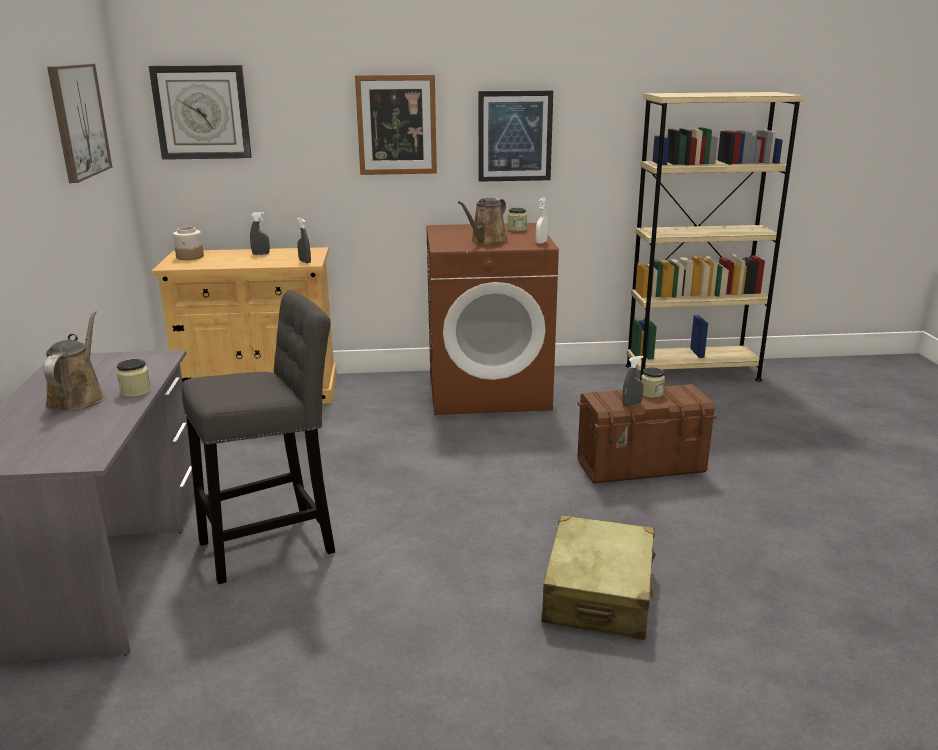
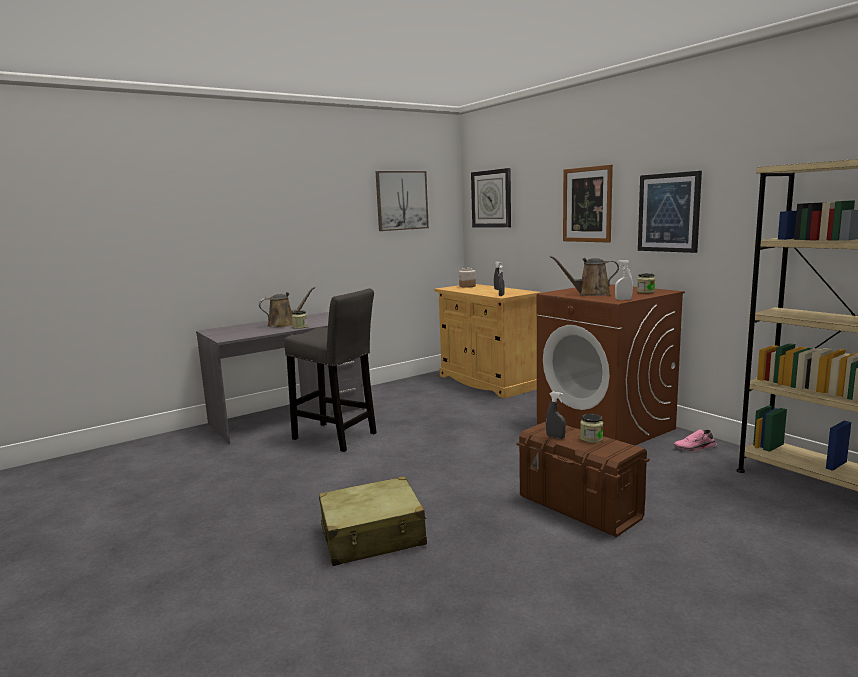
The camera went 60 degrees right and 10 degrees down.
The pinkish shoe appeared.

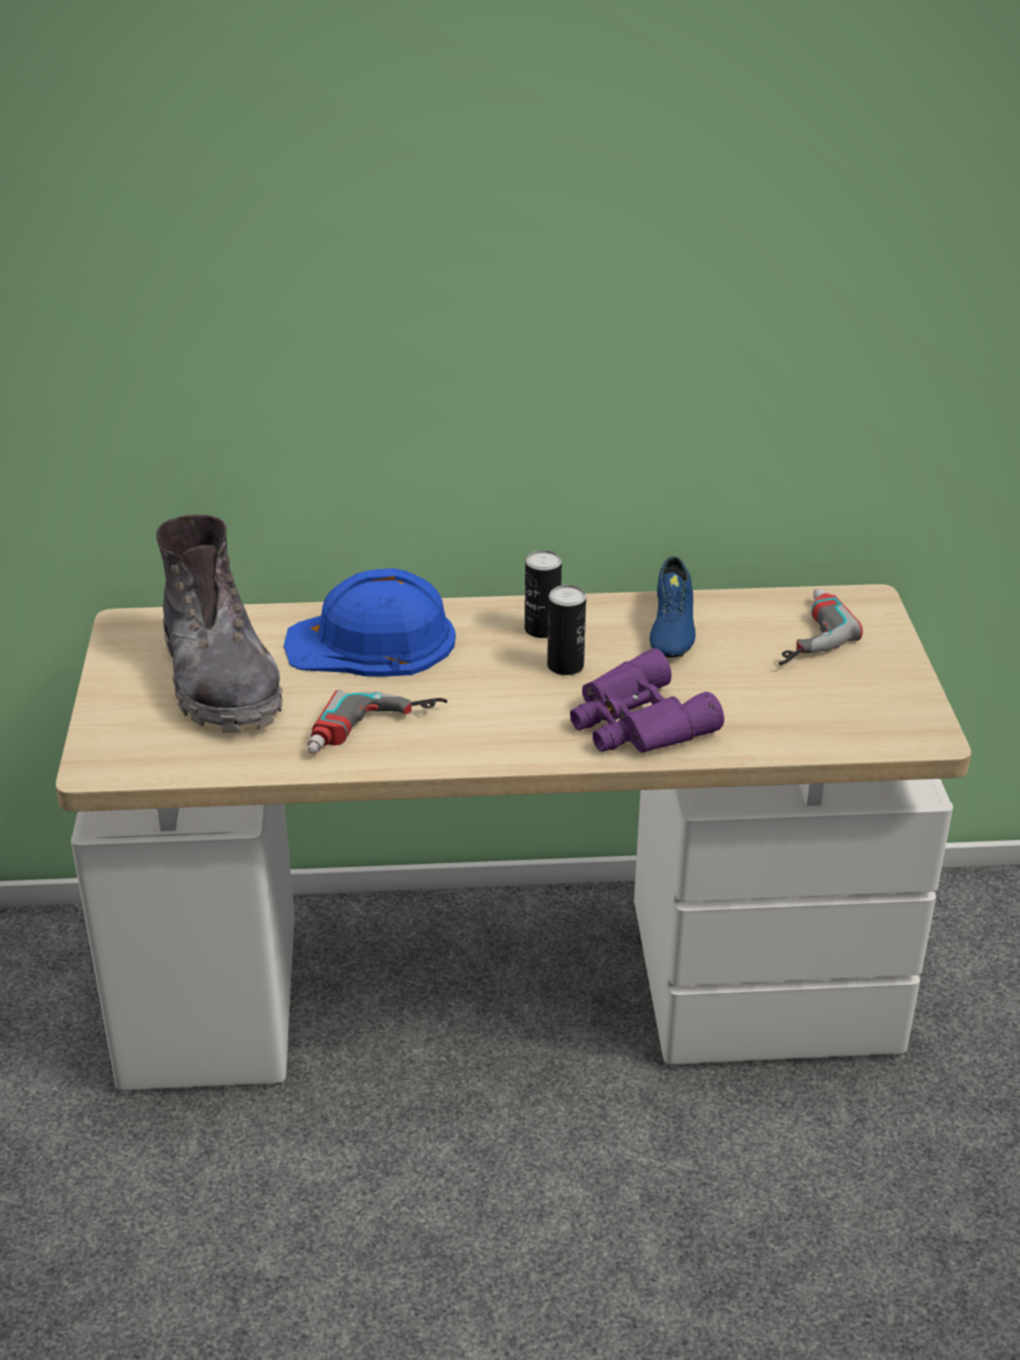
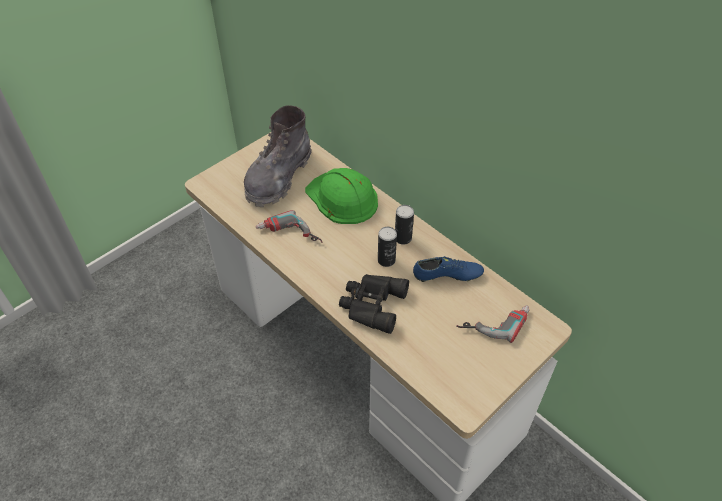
The camera went 50 degrees right and 15 degrees up.
The bluish work helmet became the green-coloured work helmet.
The purplish pair of binoculars became the blackish pair of binoculars.
The bluish shoe turned 150 degrees counterclockwise.

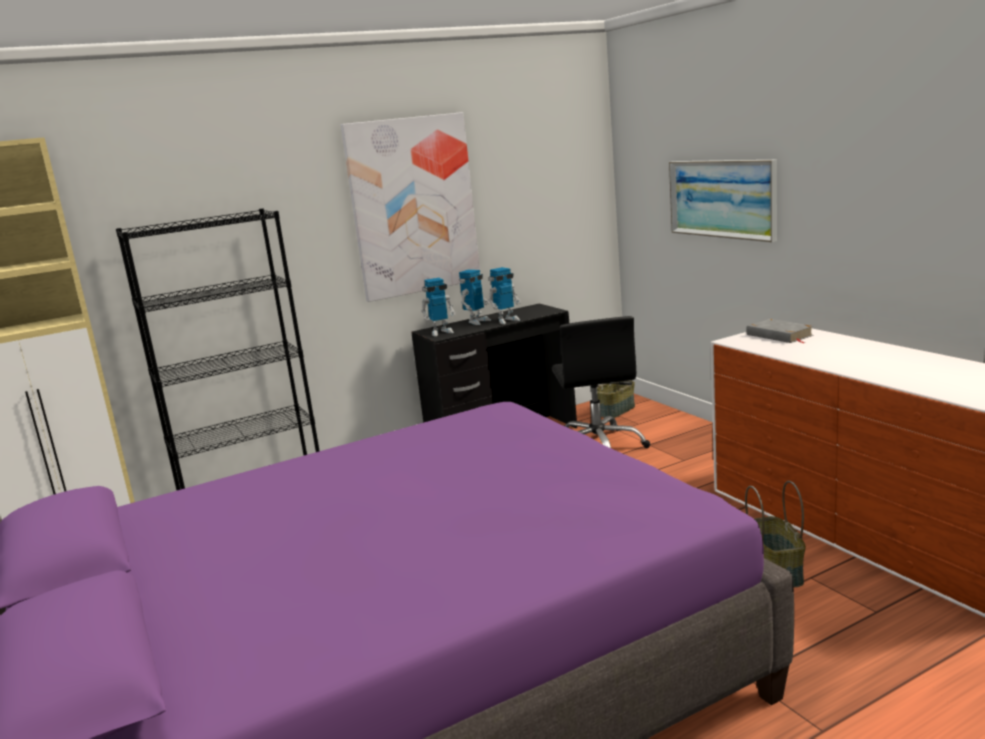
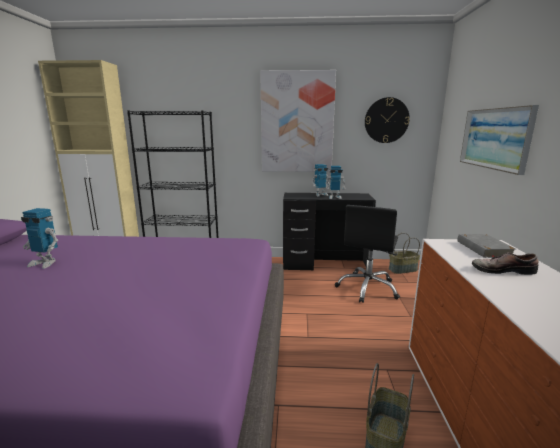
The camera went 30 degrees right and 0 degrees up.
The toy robot (1st from left) moved.
The clock on the wall appeared.
The shoe appeared.

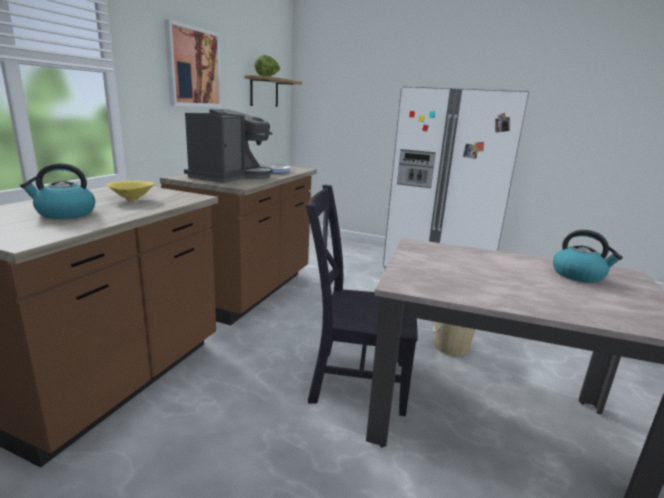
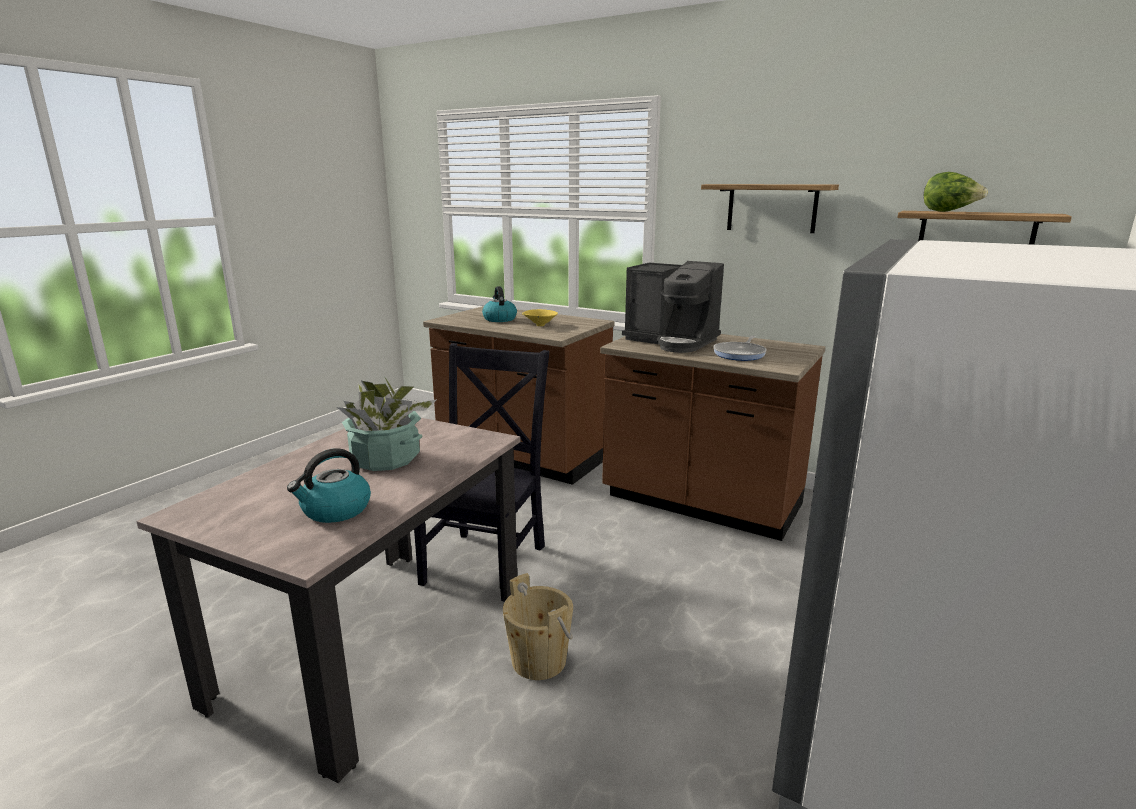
The camera went 100 degrees right and 0 degrees up.
The picture was replaced by the shelf (1st from left).
The potted plant appeared.

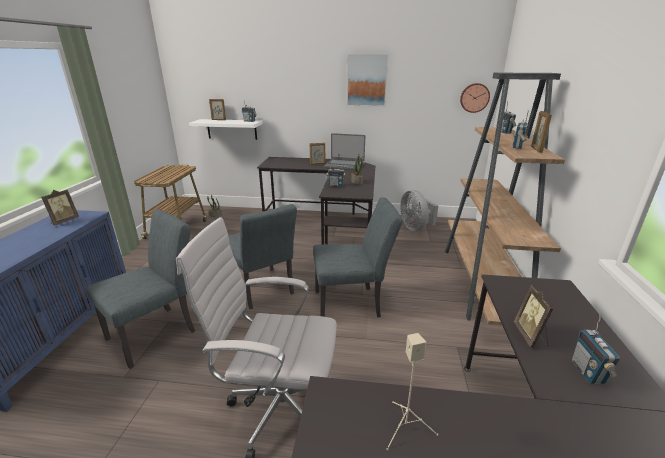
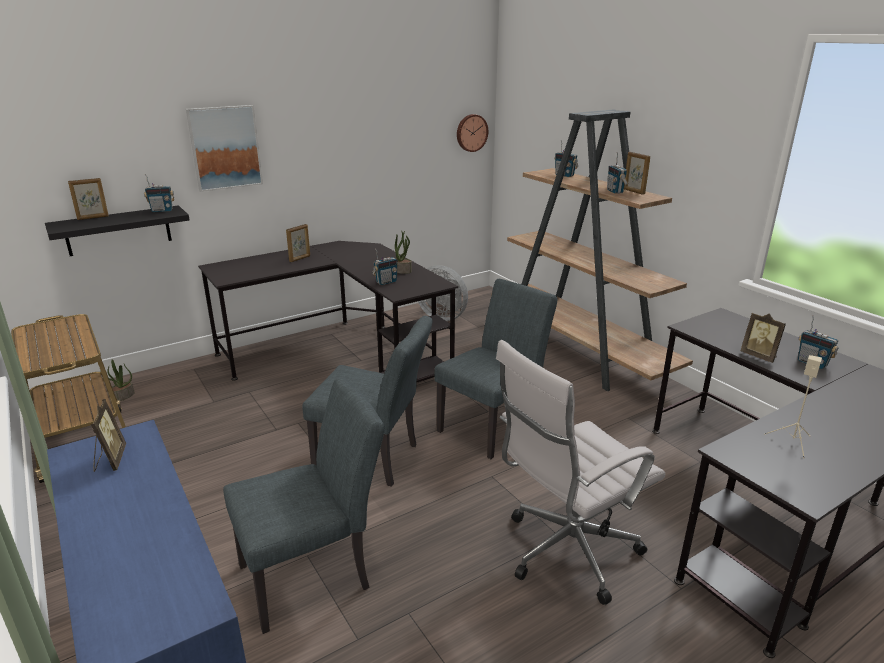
The camera went 40 degrees left and 0 degrees up.
The gray upright chair (1st from left) turned 60 degrees clockwise.
The white-coloured shelf became the blackish shelf.
The notebook computer disappeared.
The picture moved.

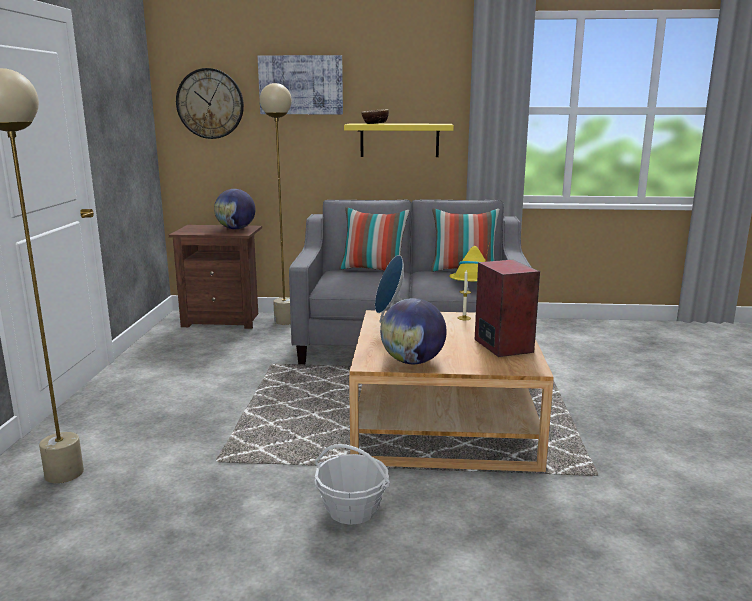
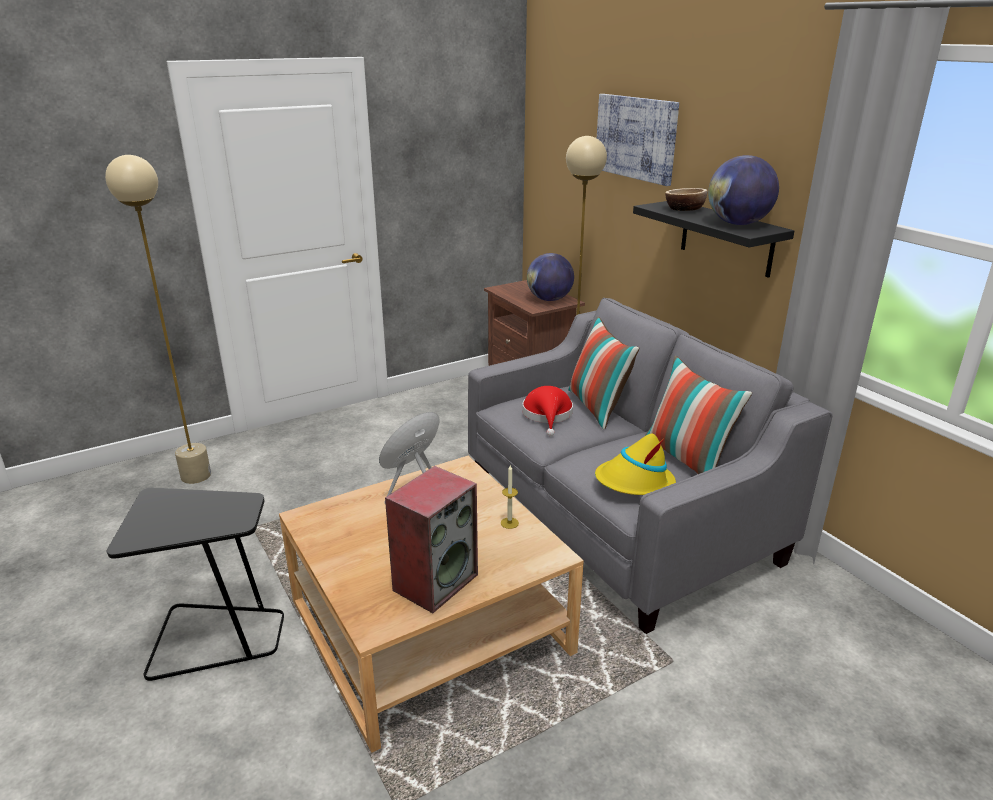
The camera went 55 degrees right and 10 degrees up.
The clock on the wall disappeared.
The household basket was replaced by the blackish accent table.
The yellowish shelf became the blackish shelf.
The globe (2nd from left) moved.
The red wearable hat appeared.

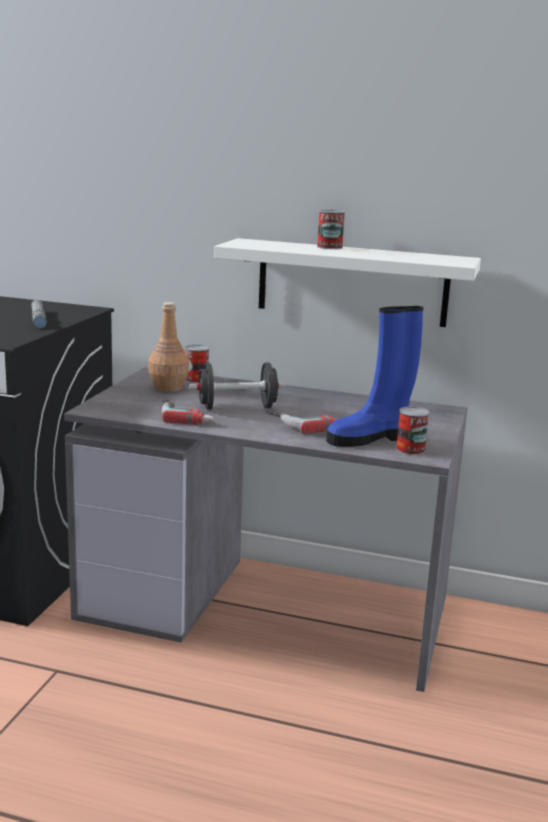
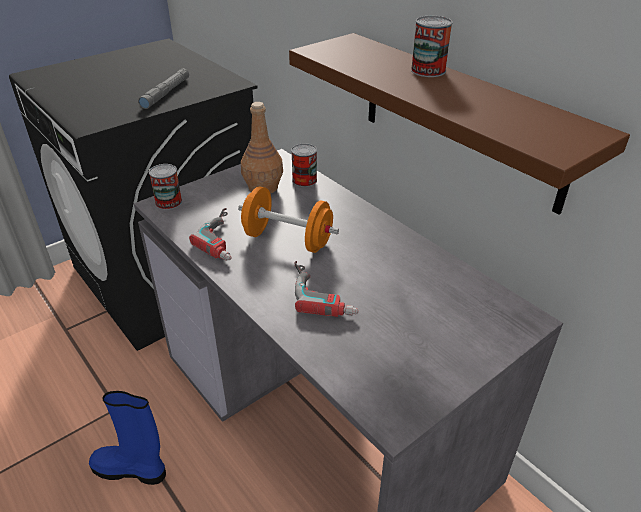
The camera went 35 degrees right and 20 degrees up.
The blackish hand weight became the orange hand weight.
The white-coloured shelf became the brown-coloured shelf.
The bluish boot moved.
The sealed can (3rd from left in the first image) moved.

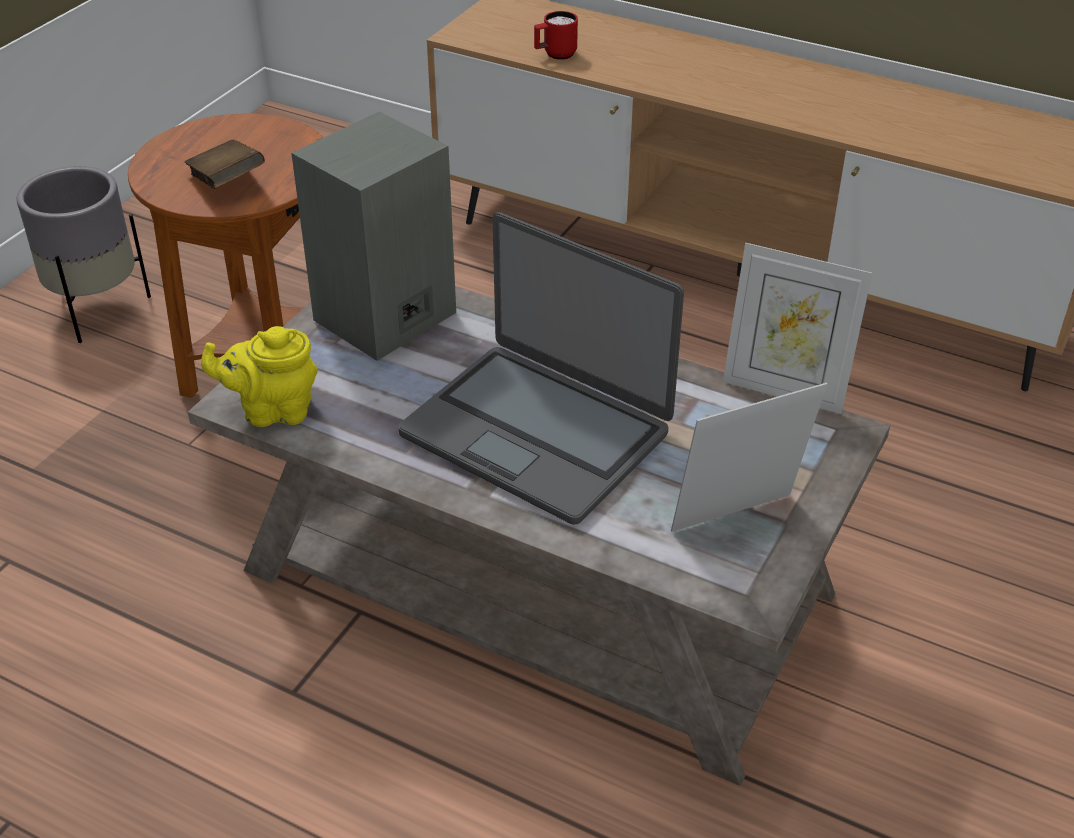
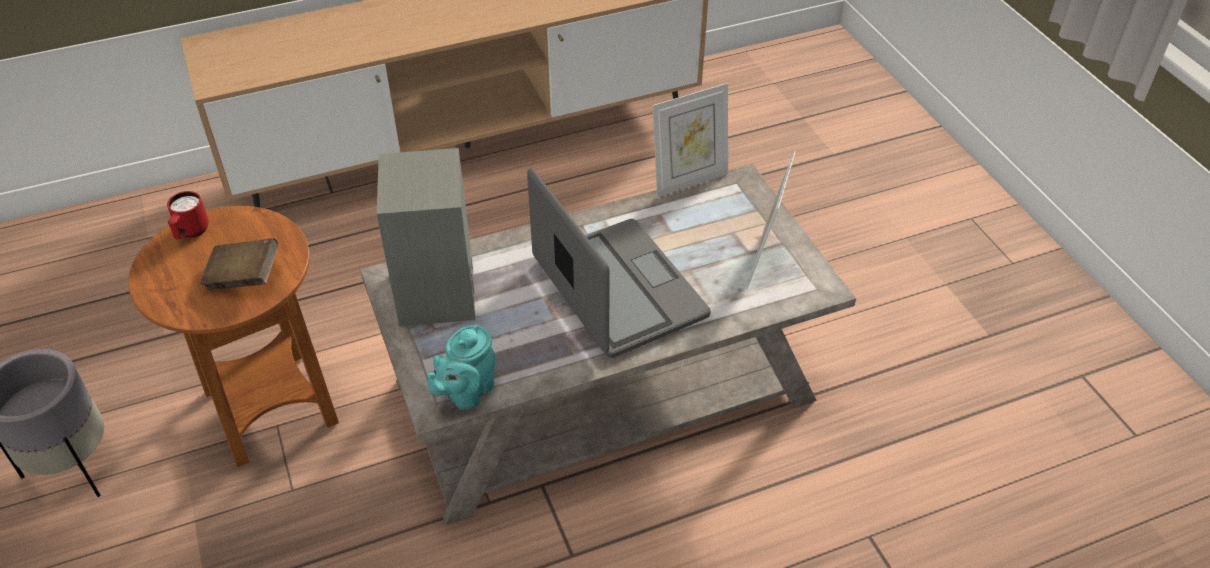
The camera went 50 degrees left and 5 degrees up.
The yellowish teapot became the turquoise-coloured teapot.
The notebook computer turned 105 degrees counterclockwise.
The red coffee mug moved.

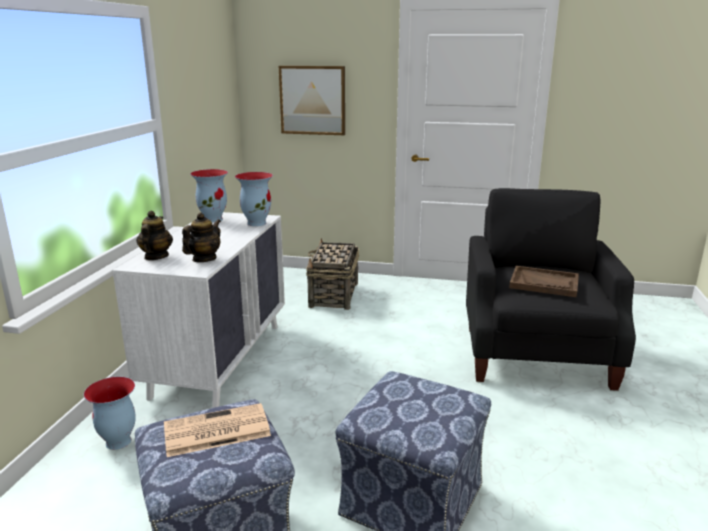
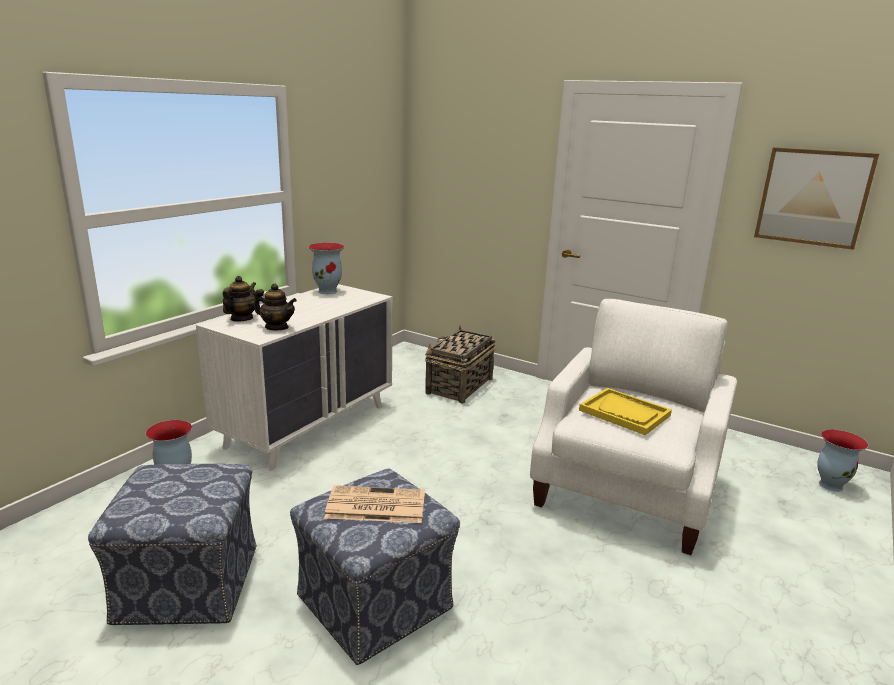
The camera went 20 degrees right and 0 degrees up.
The newspaper moved.
The teapot (2nd from left) turned 60 degrees clockwise.
The vase (3rd from left) moved.
The picture moved.
The blackish lounge chair became the white-coloured lounge chair.
The brown-coloured carrying tray became the yellowish carrying tray.

